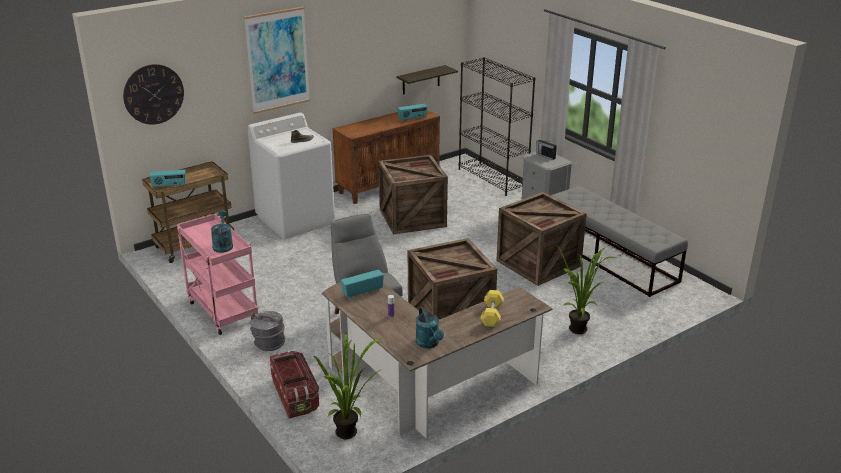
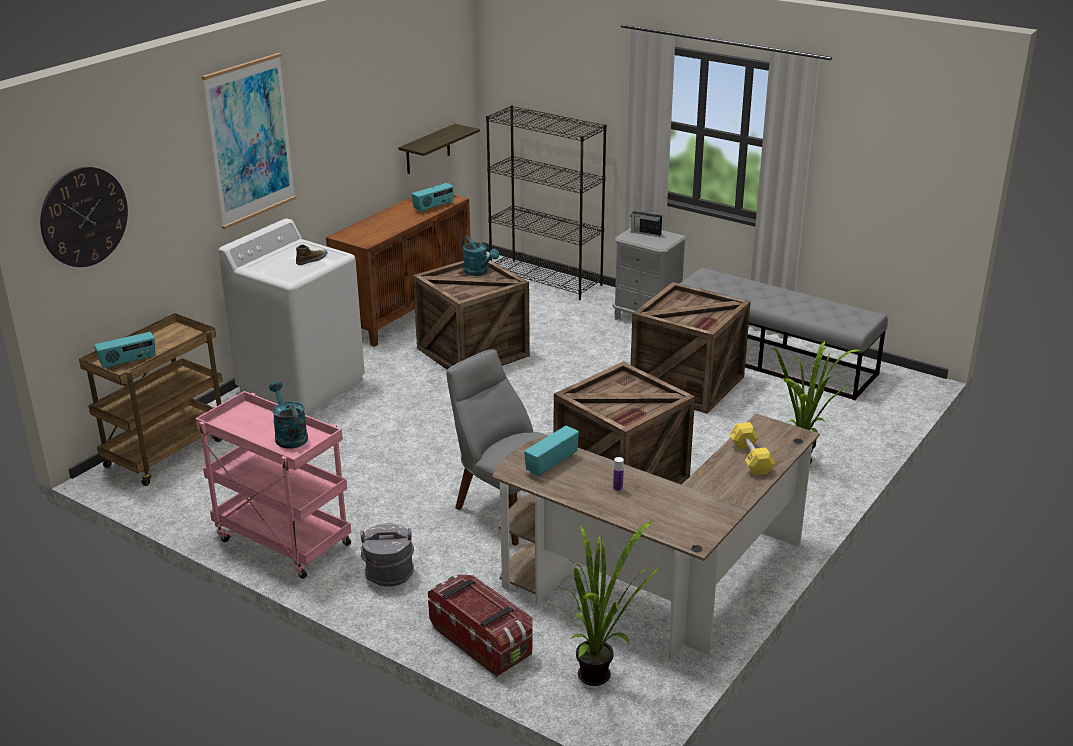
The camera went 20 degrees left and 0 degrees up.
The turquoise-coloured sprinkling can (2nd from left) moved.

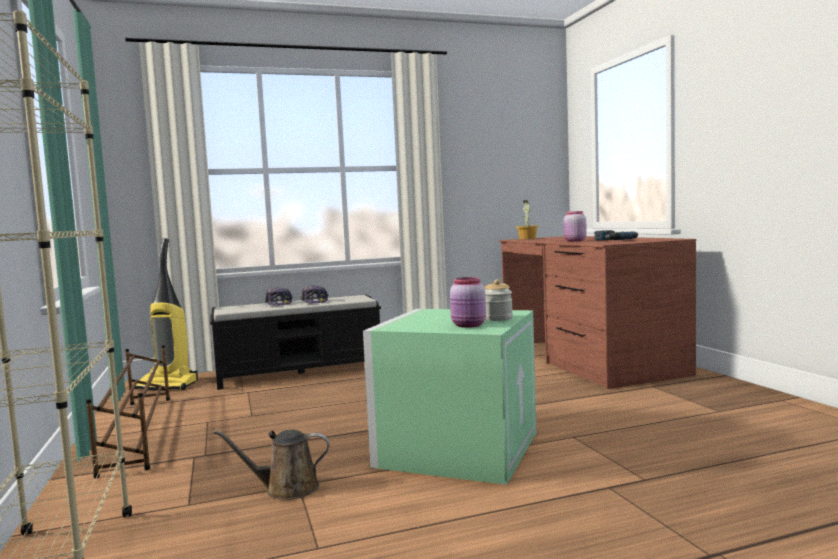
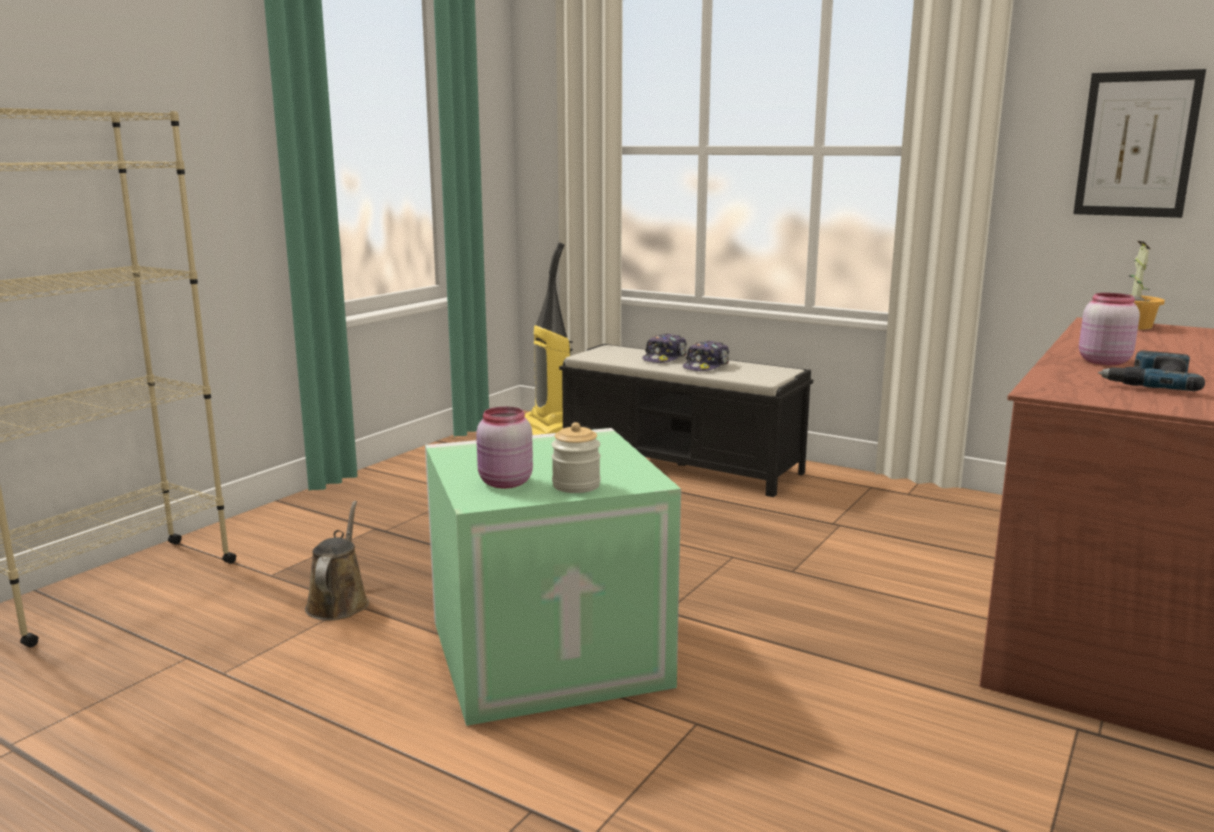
The camera went 50 degrees right and 10 degrees up.
The brown-coloured shoe rack disappeared.
The brown-coloured sprinkling can turned 45 degrees clockwise.
The picture appeared.

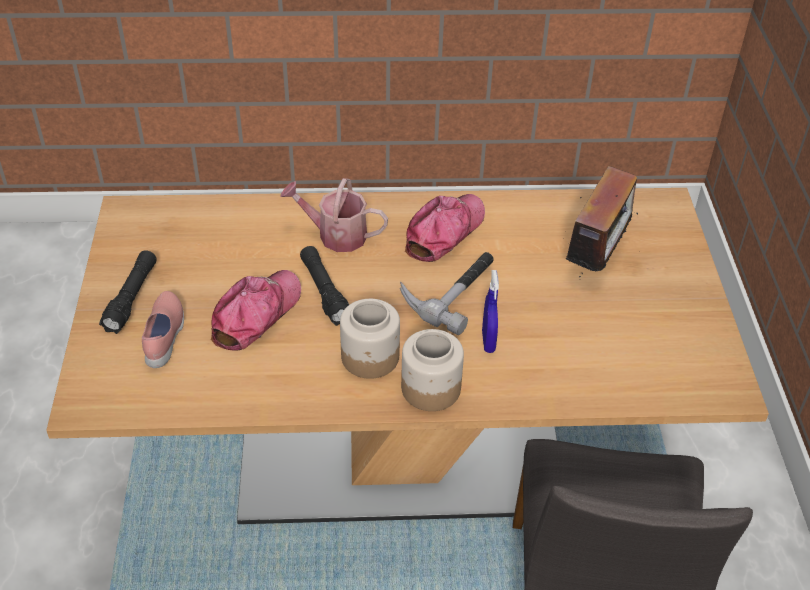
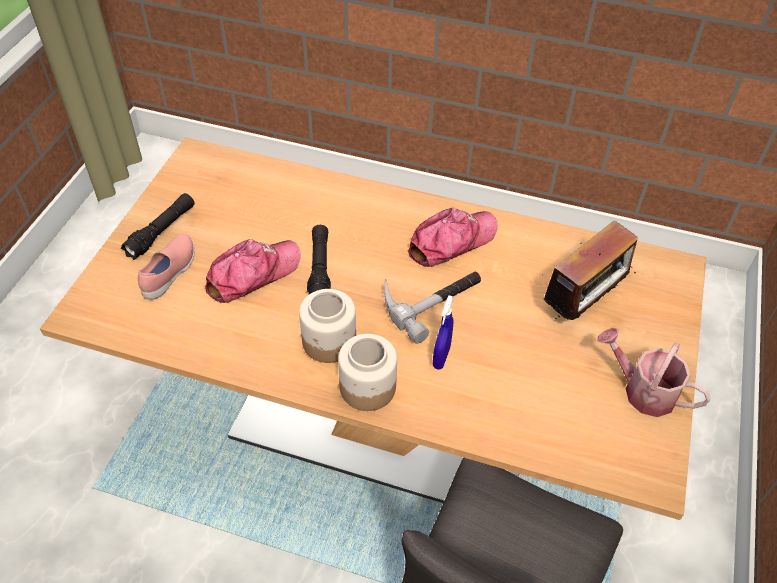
The camera went 20 degrees right and 5 degrees up.
The sprinkling can moved.

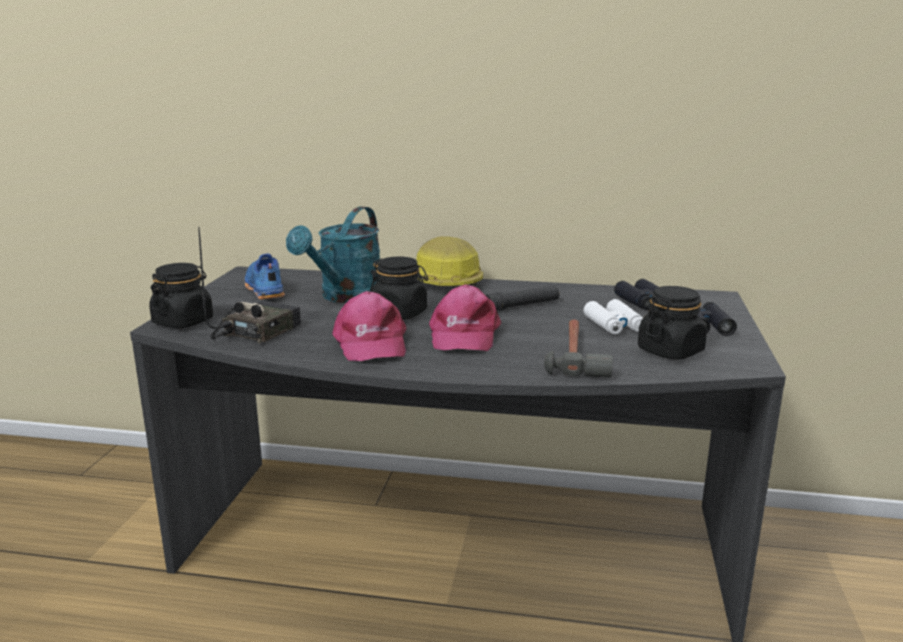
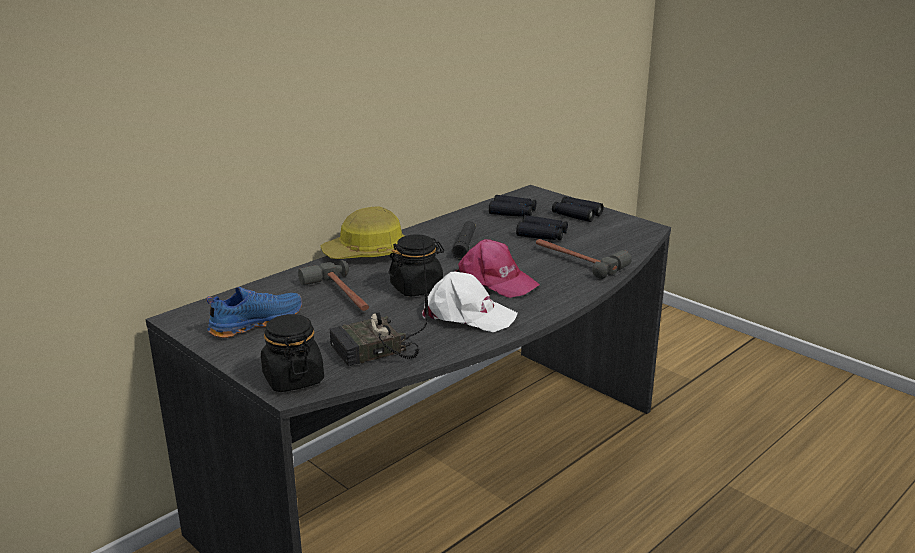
The camera went 55 degrees left and 5 degrees up.
The radio set turned 90 degrees counterclockwise.
The bluish shoe turned 135 degrees clockwise.
The turquoise-coloured sprinkling can was replaced by the hammer (1st from left).
The pinkish cap (1st from left) became the white-coloured cap.
The white-coloured pair of binoculars became the blackish pair of binoculars (2nd from left).
The blackish storage jar (3rd from left) disappeared.

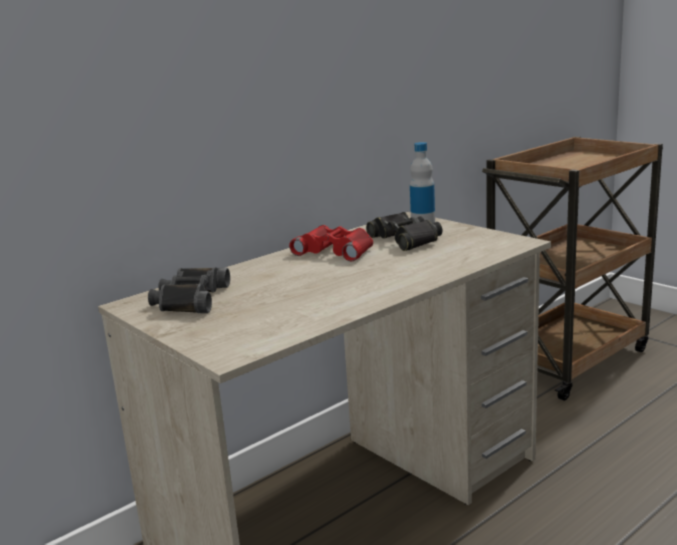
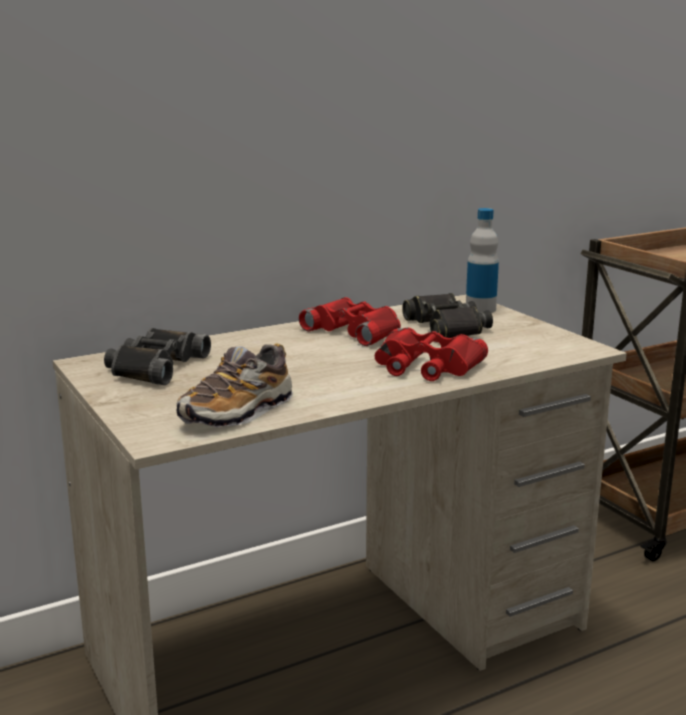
The camera went 10 degrees right and 0 degrees up.
The shoe appeared.
The red pair of binoculars (2nd from left) appeared.

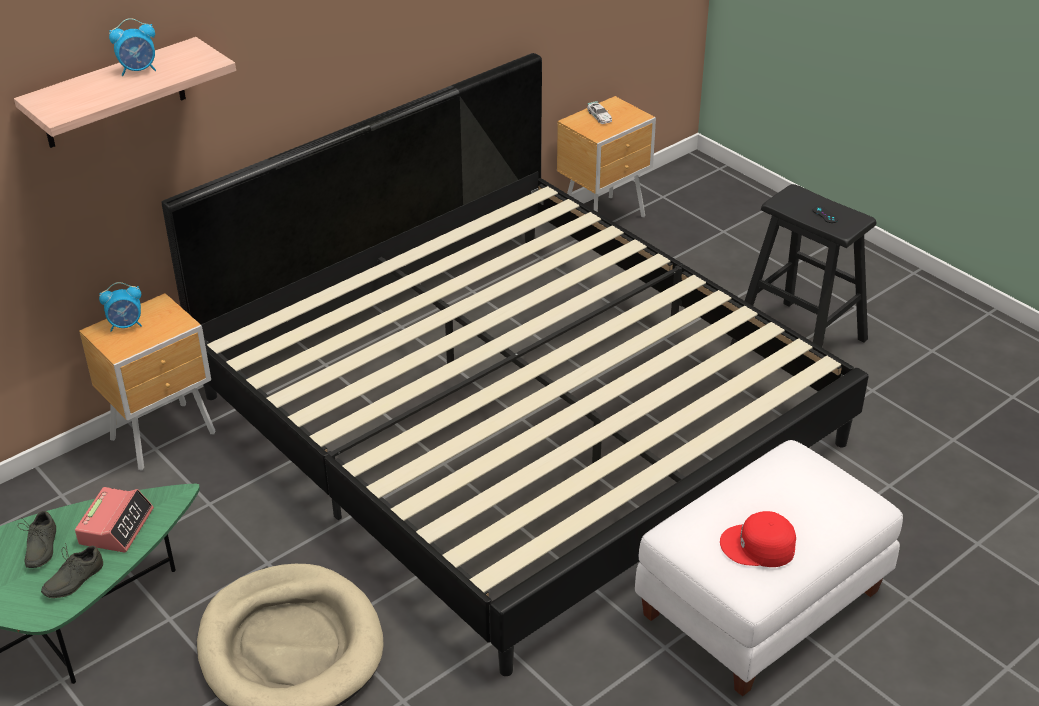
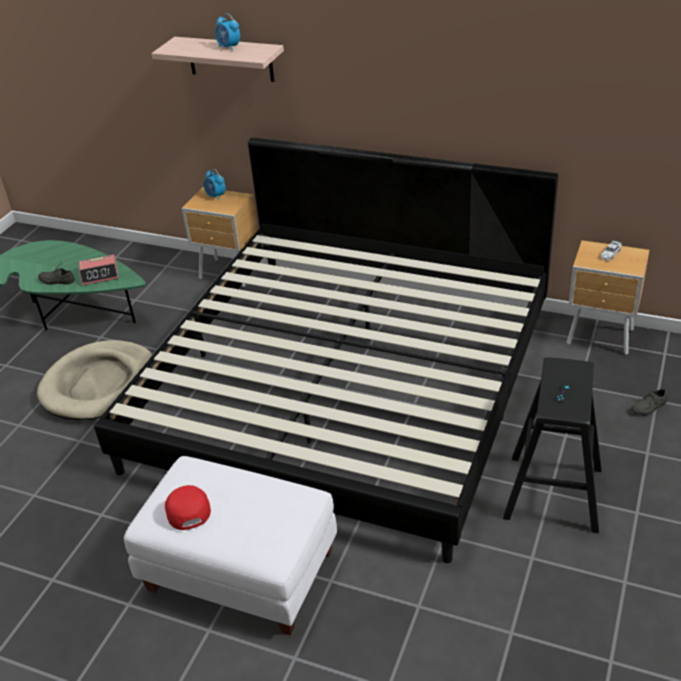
The camera went 65 degrees right and 0 degrees up.
The gray shoe (1st from left in the first image) moved.

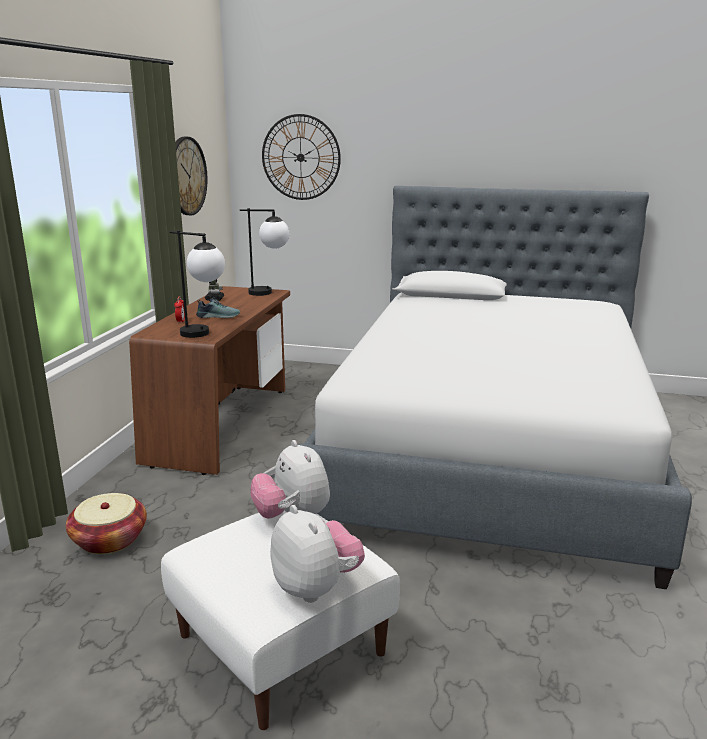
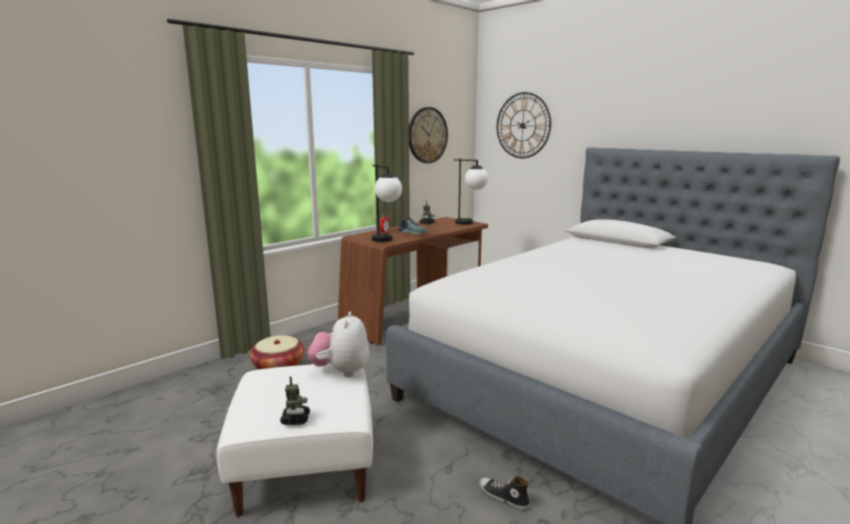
The camera went 30 degrees right and 5 degrees down.
The soft toy (2nd from left) was replaced by the toy robot (1st from left).
The shoe (2nd from left) appeared.

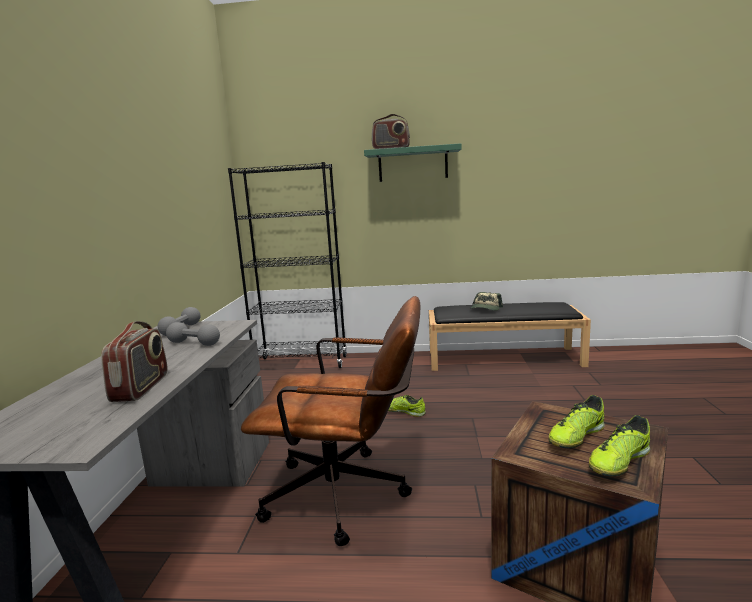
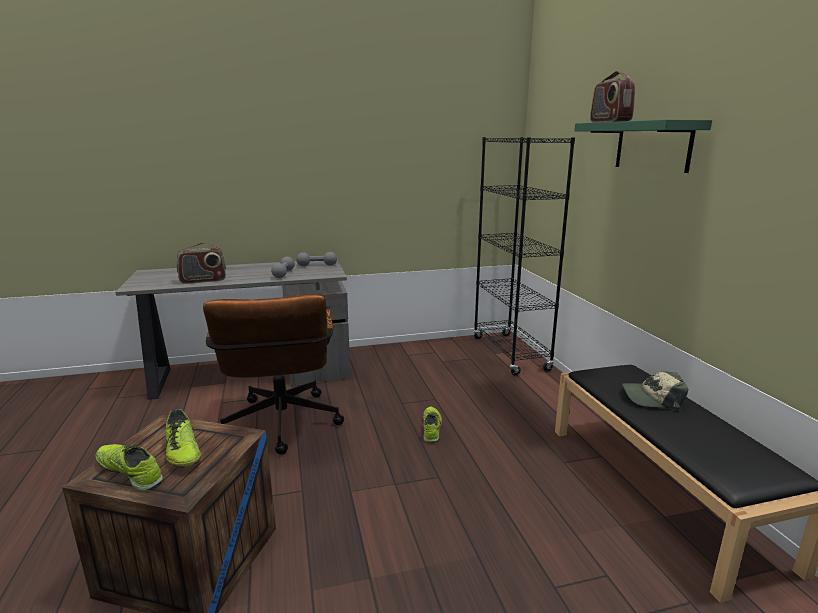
The camera went 70 degrees right and 5 degrees up.
The shoe (2nd from left) turned 150 degrees counterclockwise.

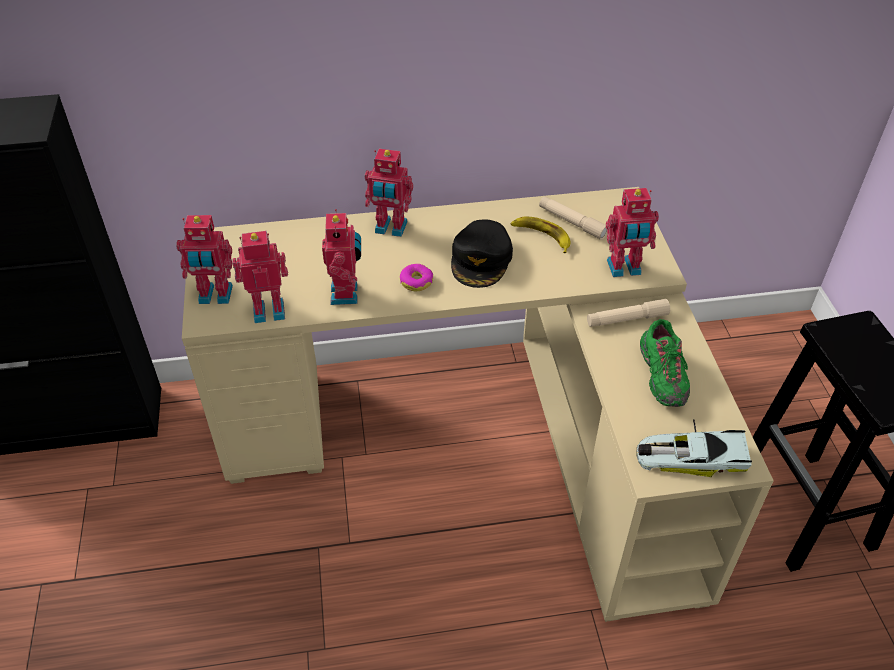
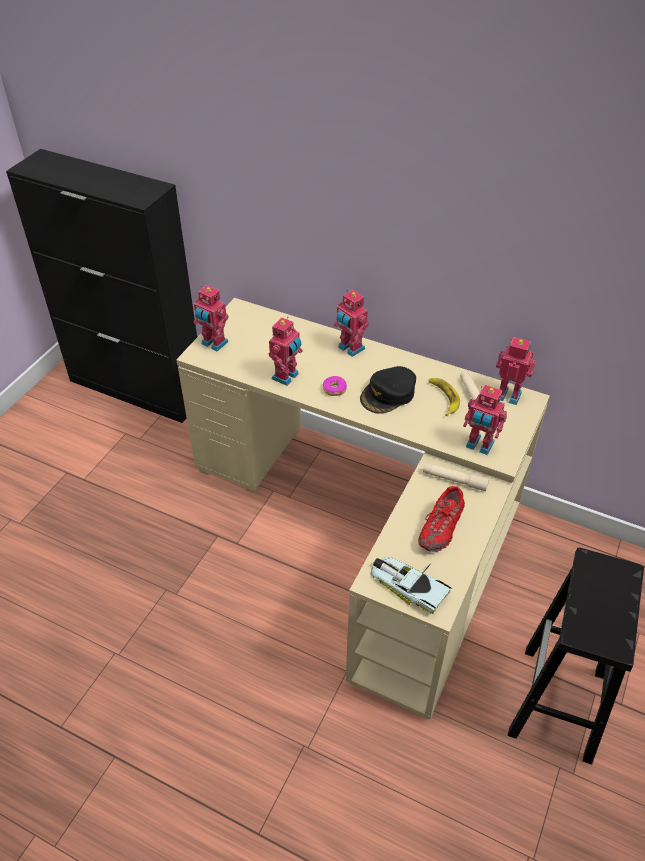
The camera went 35 degrees right and 0 degrees up.
The toy robot (2nd from left in the first image) moved.
The green-coloured shoe became the red shoe.

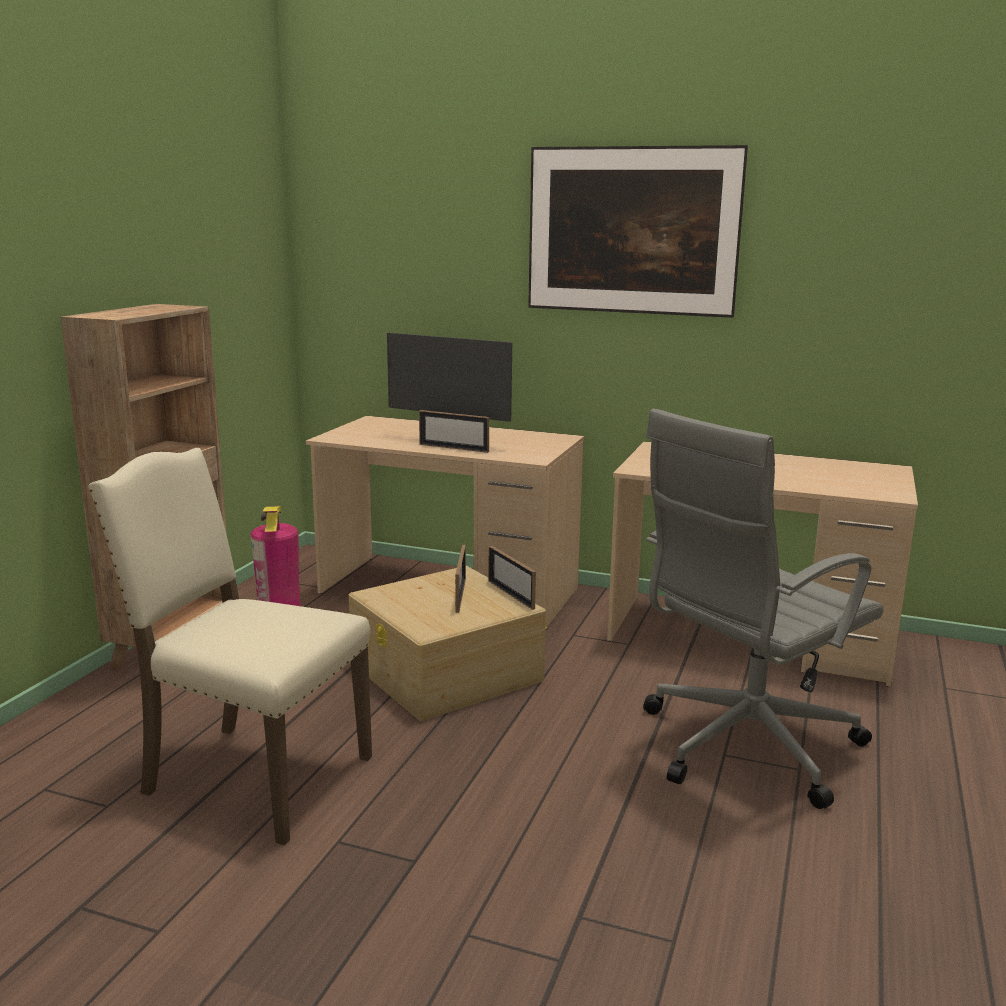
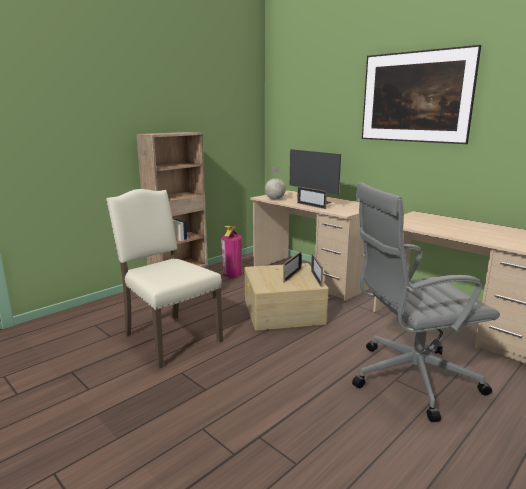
The camera went 25 degrees right and 0 degrees up.
The globe appeared.

